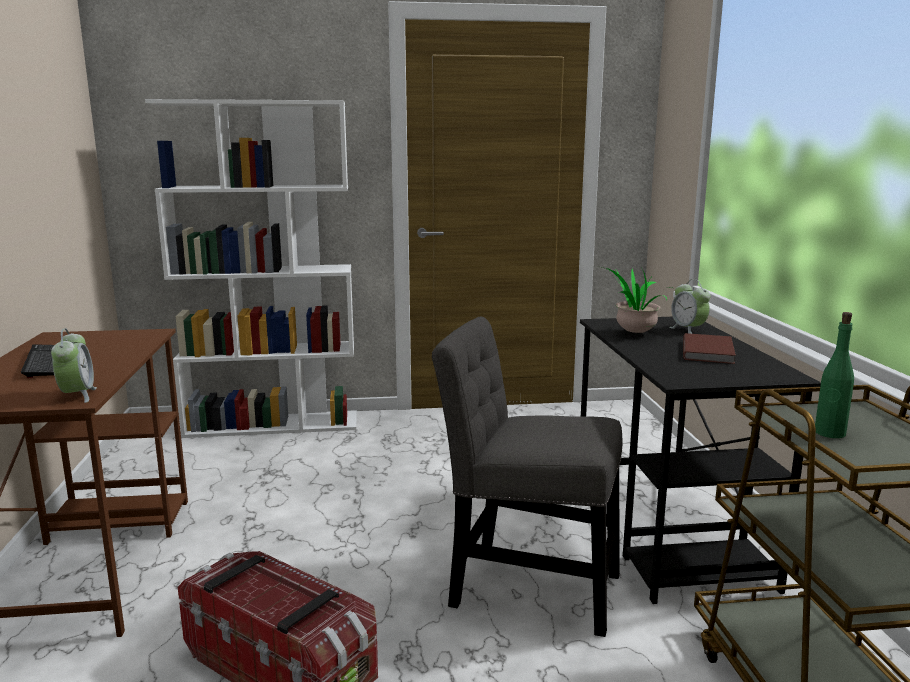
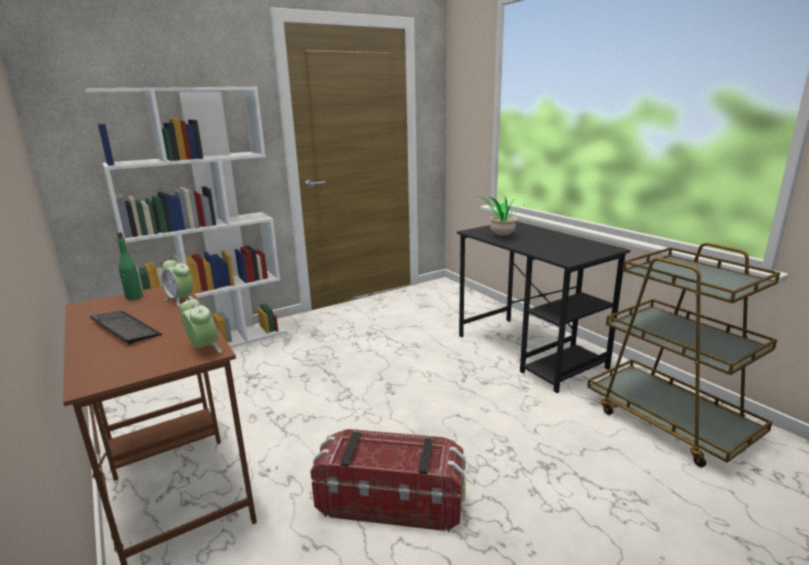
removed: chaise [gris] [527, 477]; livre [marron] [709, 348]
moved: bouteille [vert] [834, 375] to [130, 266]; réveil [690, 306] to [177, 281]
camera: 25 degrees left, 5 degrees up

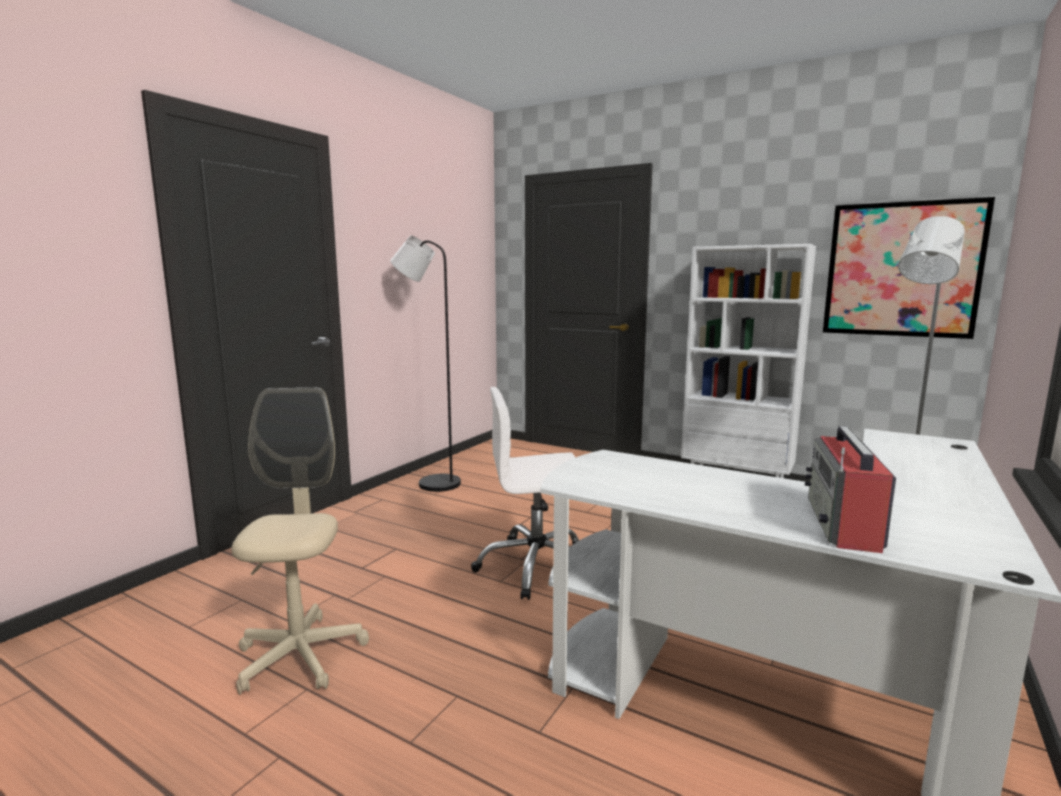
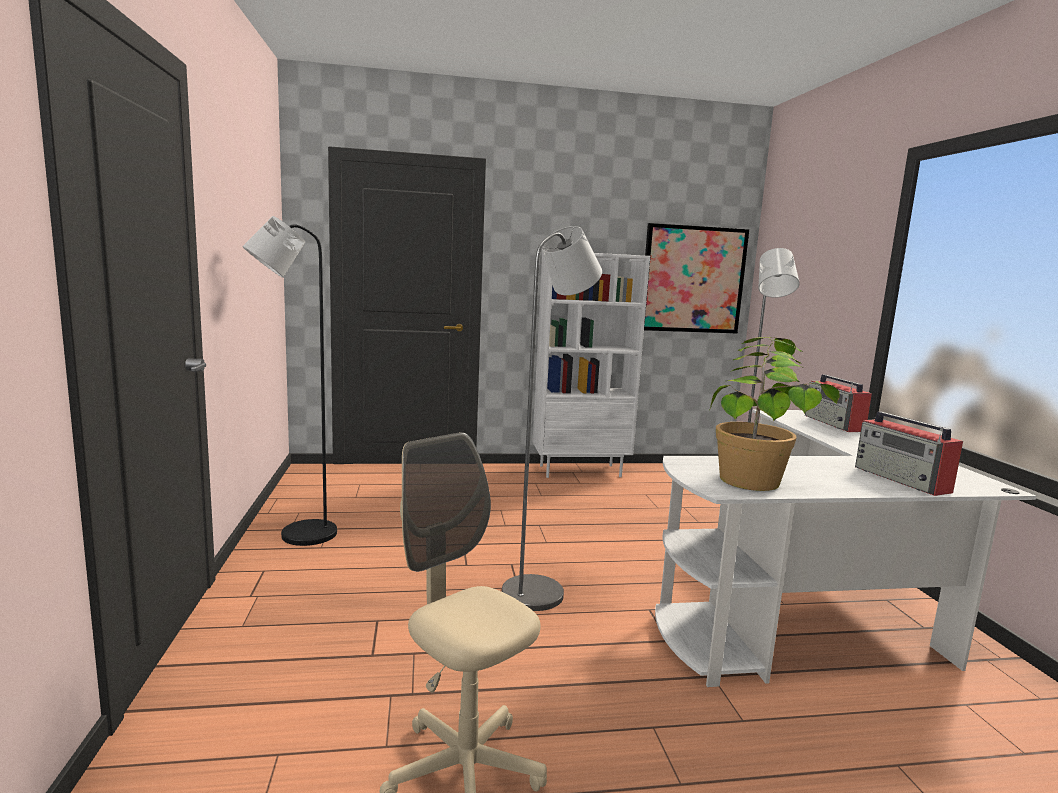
added: plante en pot [774, 414]; radio [838, 403]
replaced: chaise de bureau [blanc] [525, 493] to lampadaire [gris] [552, 418]
camera: 40 degrees left, 0 degrees up

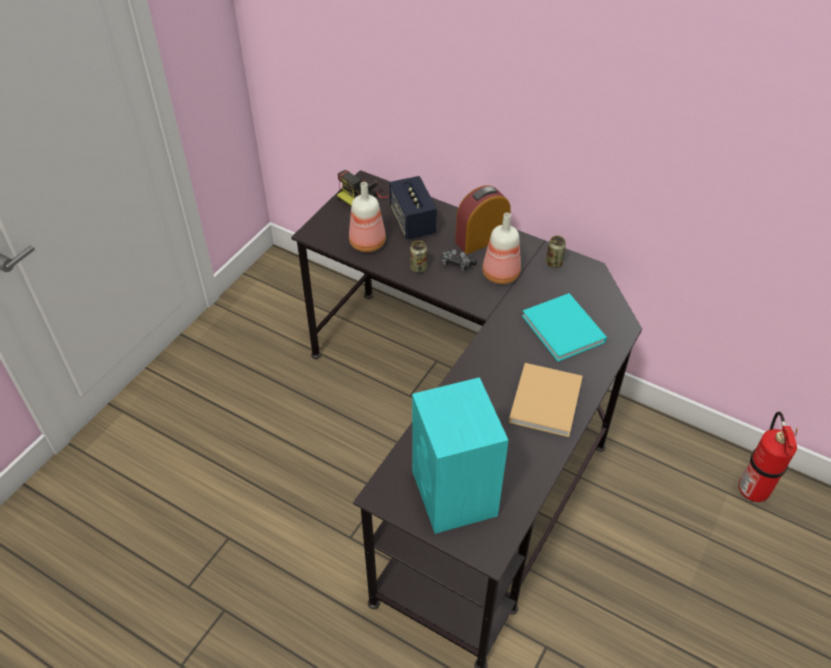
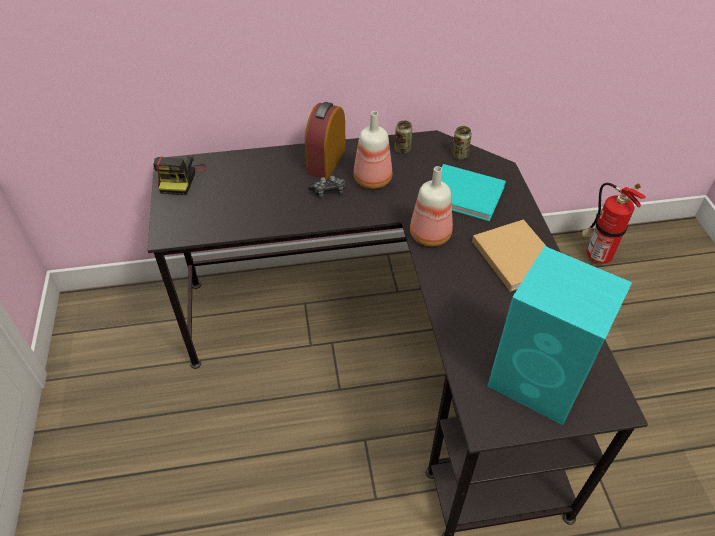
removed: enceinte [413, 207]
moved: bouteille [367, 217] to [431, 206]; boîte métallique [418, 256] to [462, 142]
camera: 40 degrees left, 0 degrees up

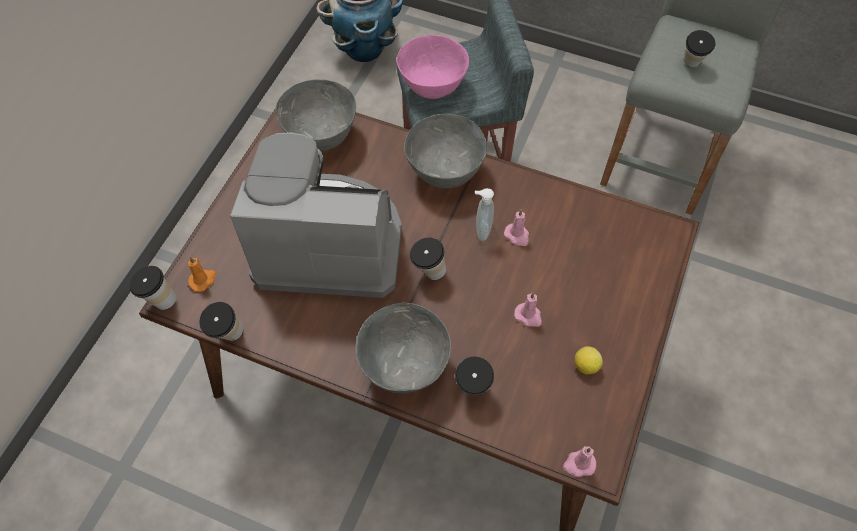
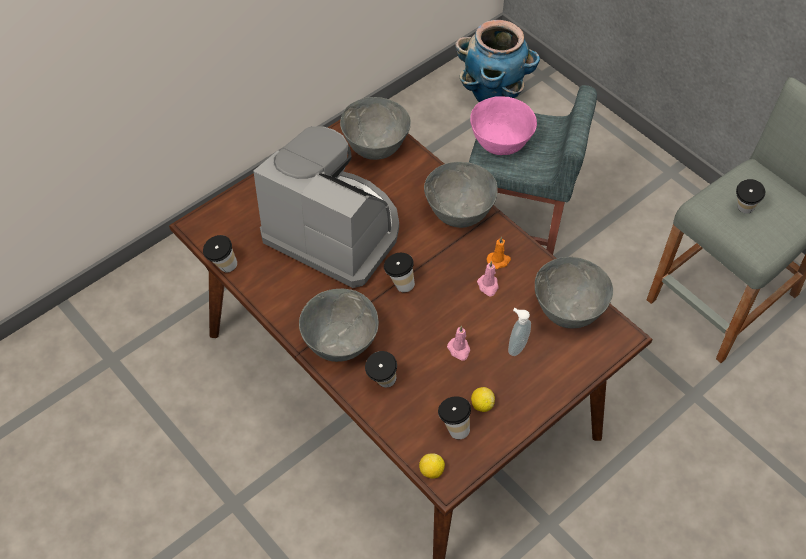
added: bol [gris] [574, 292]
moved: tasse [153, 288] to [454, 417]; bougie [orange] [202, 274] to [498, 252]; distributeur de savon [484, 214] to [519, 332]
replaced: bougie [rose] [579, 461] to citron [432, 466]
camera: 25 degrees right, 5 degrees down

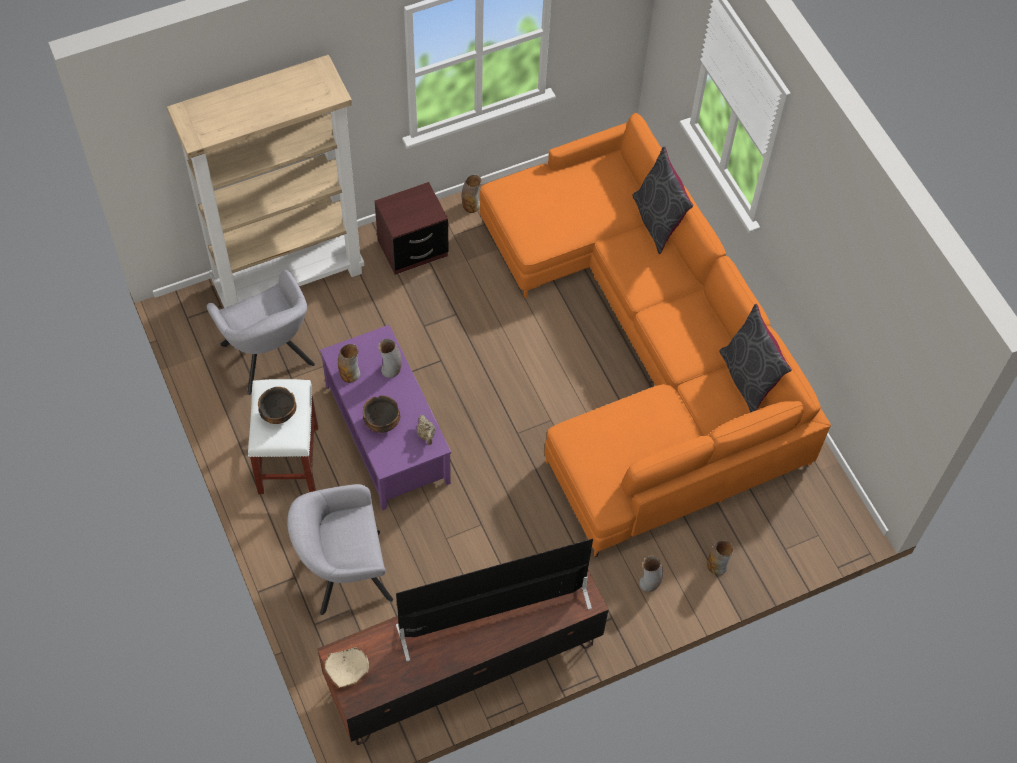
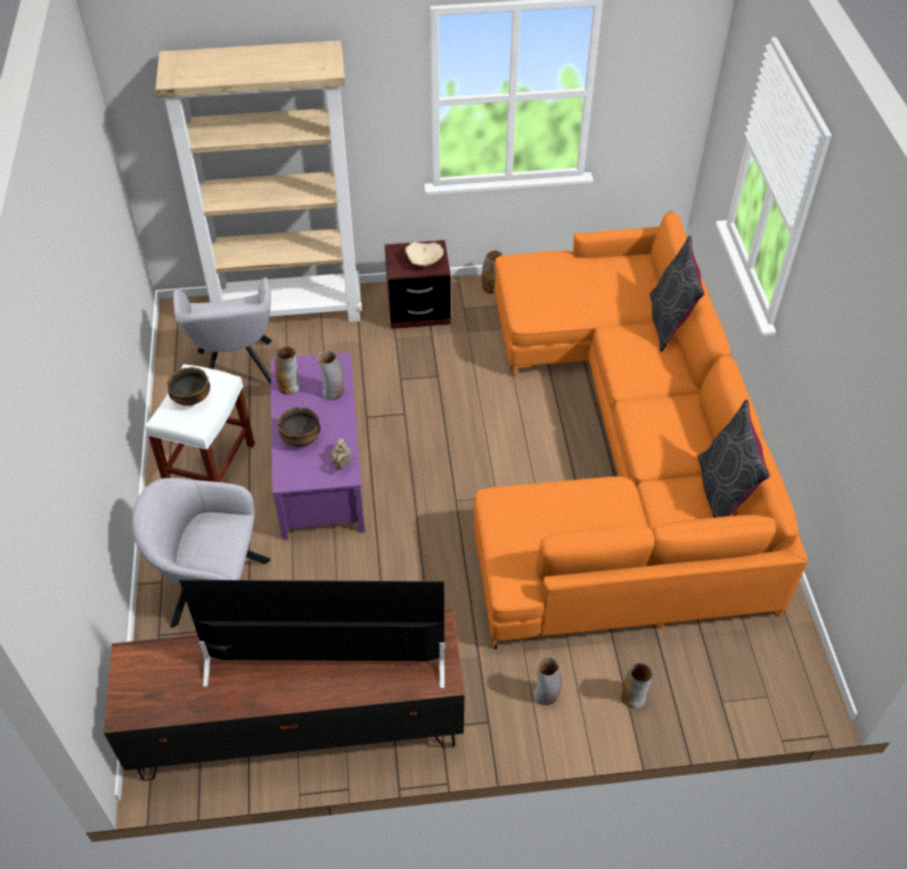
moved: bol [beige] [346, 667] to [424, 254]
camera: 20 degrees right, 10 degrees down

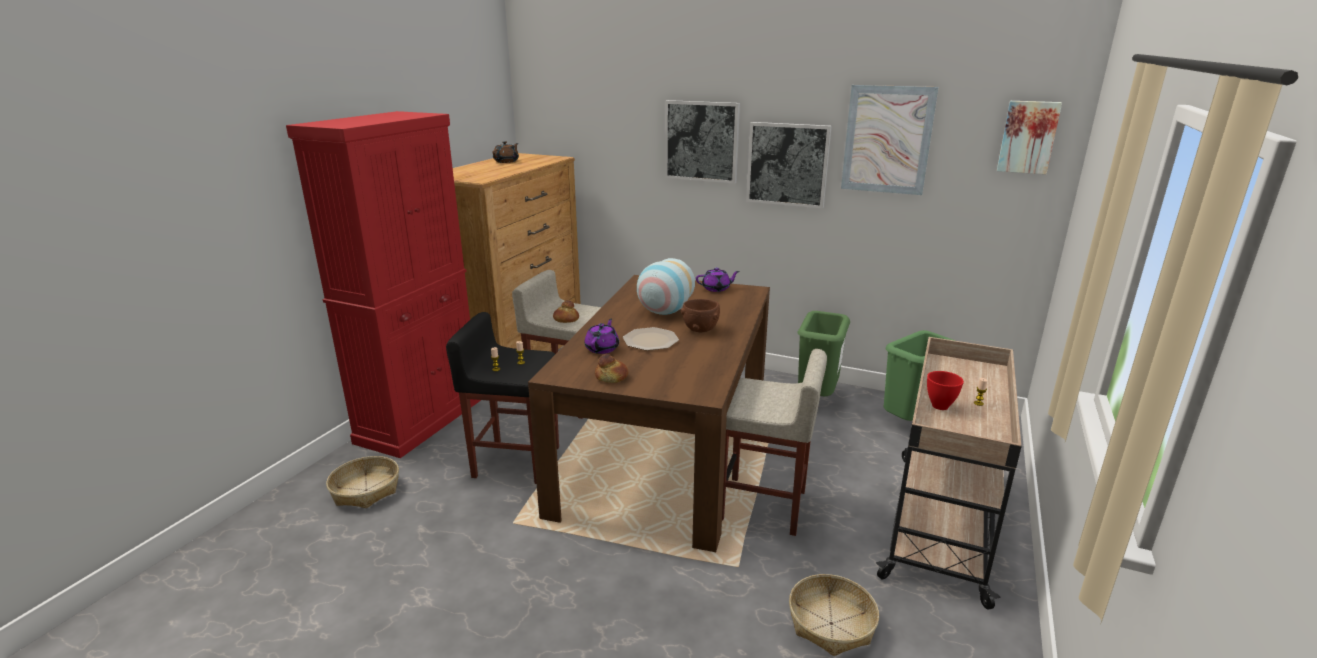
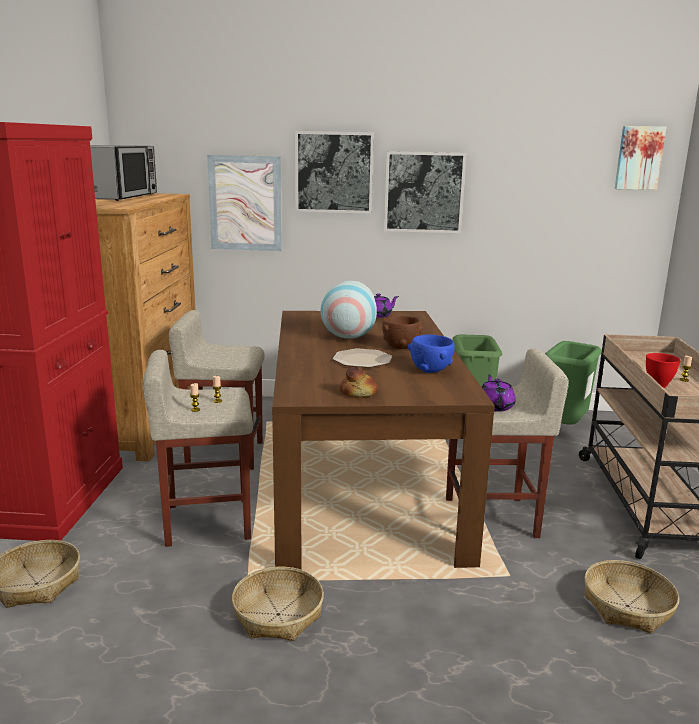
removed: pain [566, 311]
added: panier [278, 604]; bol [bleu] [431, 354]
moved: tableau [890, 140] to [244, 203]; théière [violet] [601, 336] to [499, 393]
replaced: théière [marron] [506, 152] to micro-ondes [123, 173]
recoloured: tabouret [noir] [502, 398] to tabouret [beige] [198, 448]
camera: 20 degrees left, 5 degrees down

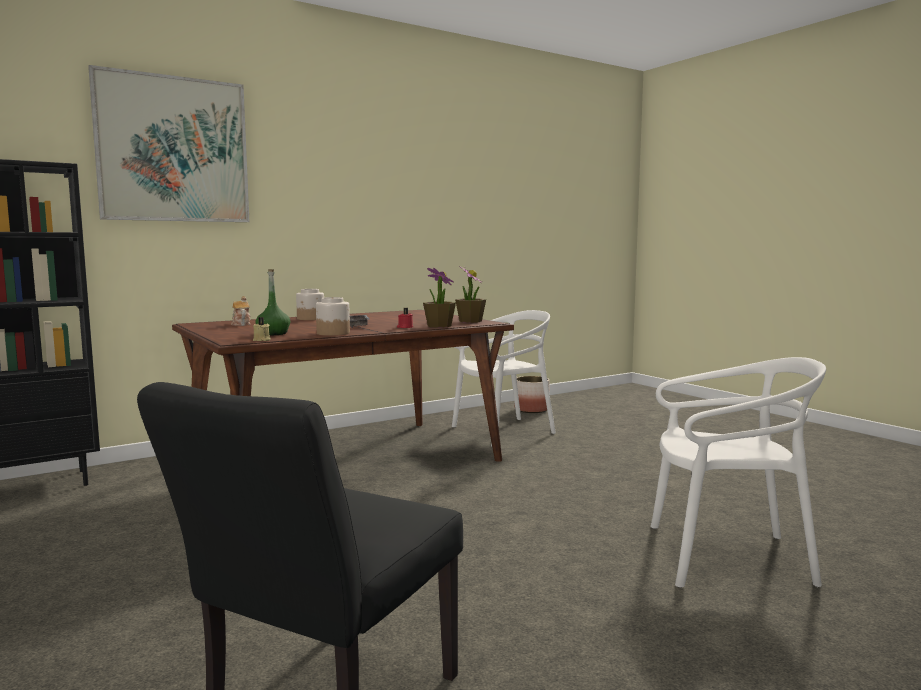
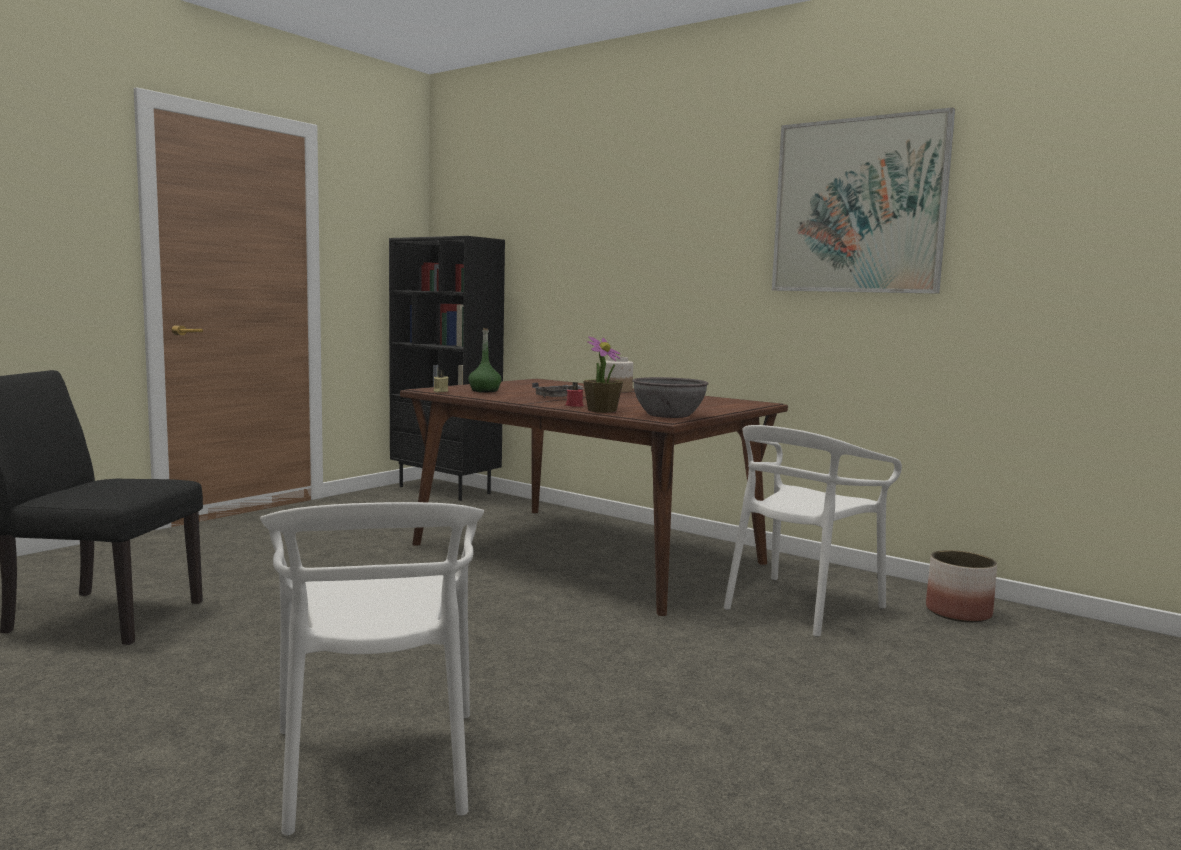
removed: théière [240, 311]; bocal [333, 316]
moved: tableau [169, 143] to [863, 200]
replaced: plante en pot [470, 294] to bol [gris] [670, 397]
turned: chaise [blanc] [504, 378] = [813, 531] 90 degrees clockwise
camera: 70 degrees right, 0 degrees up

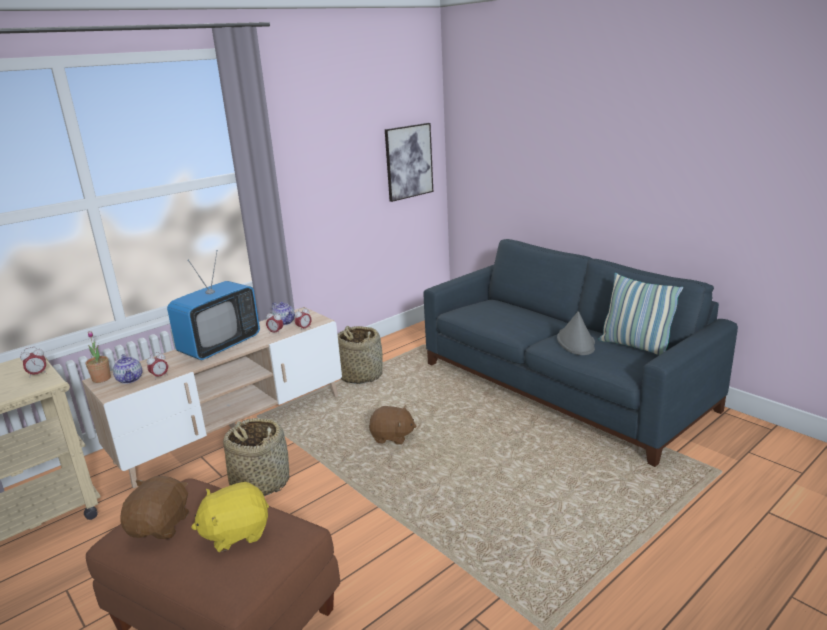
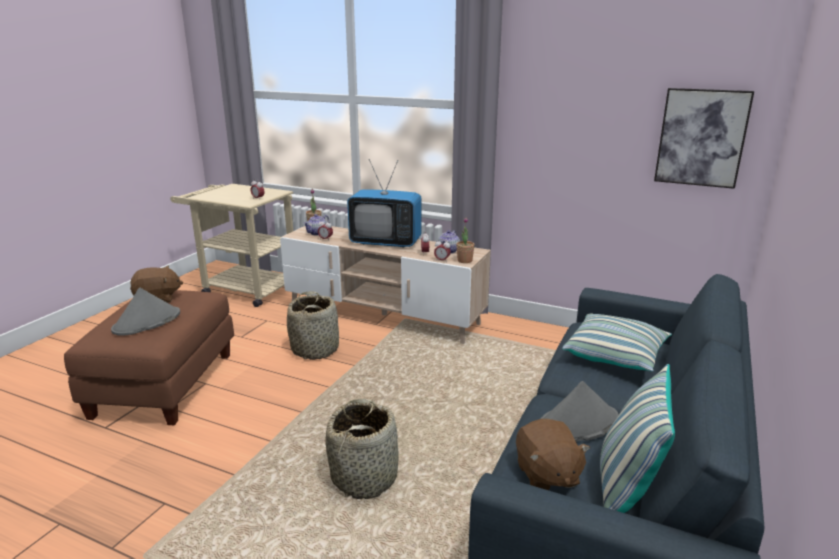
added: plante en pot [465, 240]; coussin [617, 343]
moved: panier [360, 355] to [362, 449]; peluche [marron] [392, 425] to [553, 454]
replaced: peluche [jaune] [230, 517] to chapeau [gris] [145, 312]
camera: 65 degrees right, 0 degrees up

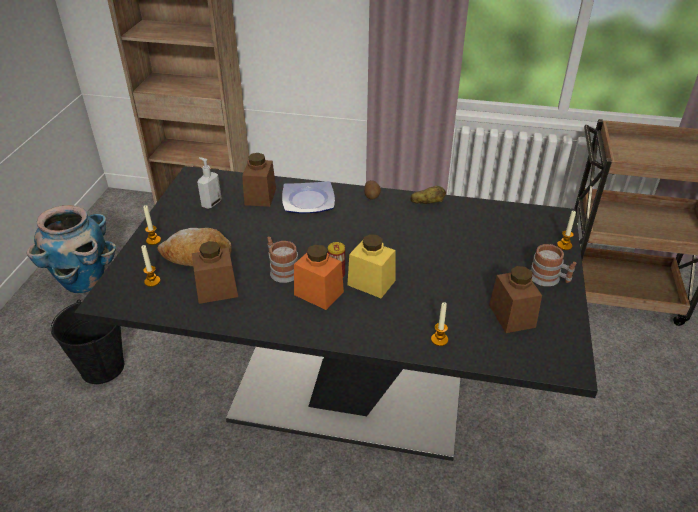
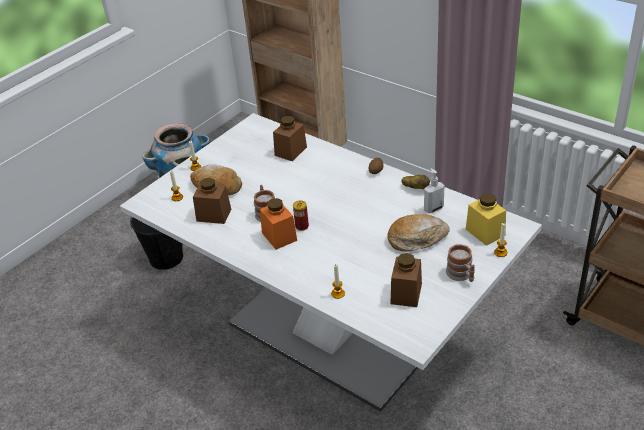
removed: assiette [308, 197]
added: pain [418, 232]
moved: distributeur de savon [209, 183] to [434, 191]; bocal [jaune] [371, 266] to [486, 219]
recoloured: table à manger [noir] [336, 313] to table à manger [blanc] [331, 262]
camera: 30 degrees right, 0 degrees up

